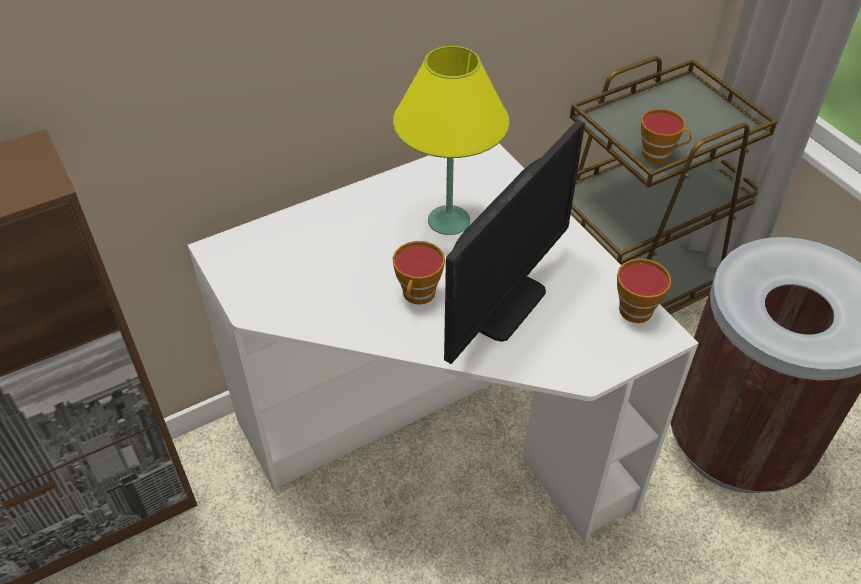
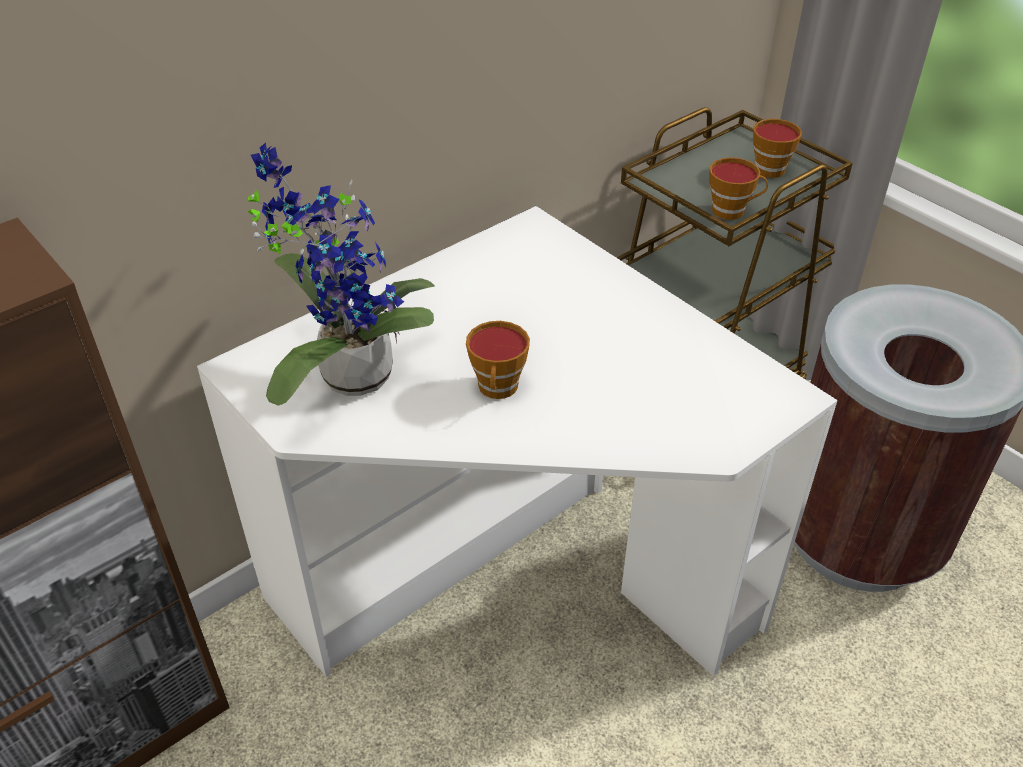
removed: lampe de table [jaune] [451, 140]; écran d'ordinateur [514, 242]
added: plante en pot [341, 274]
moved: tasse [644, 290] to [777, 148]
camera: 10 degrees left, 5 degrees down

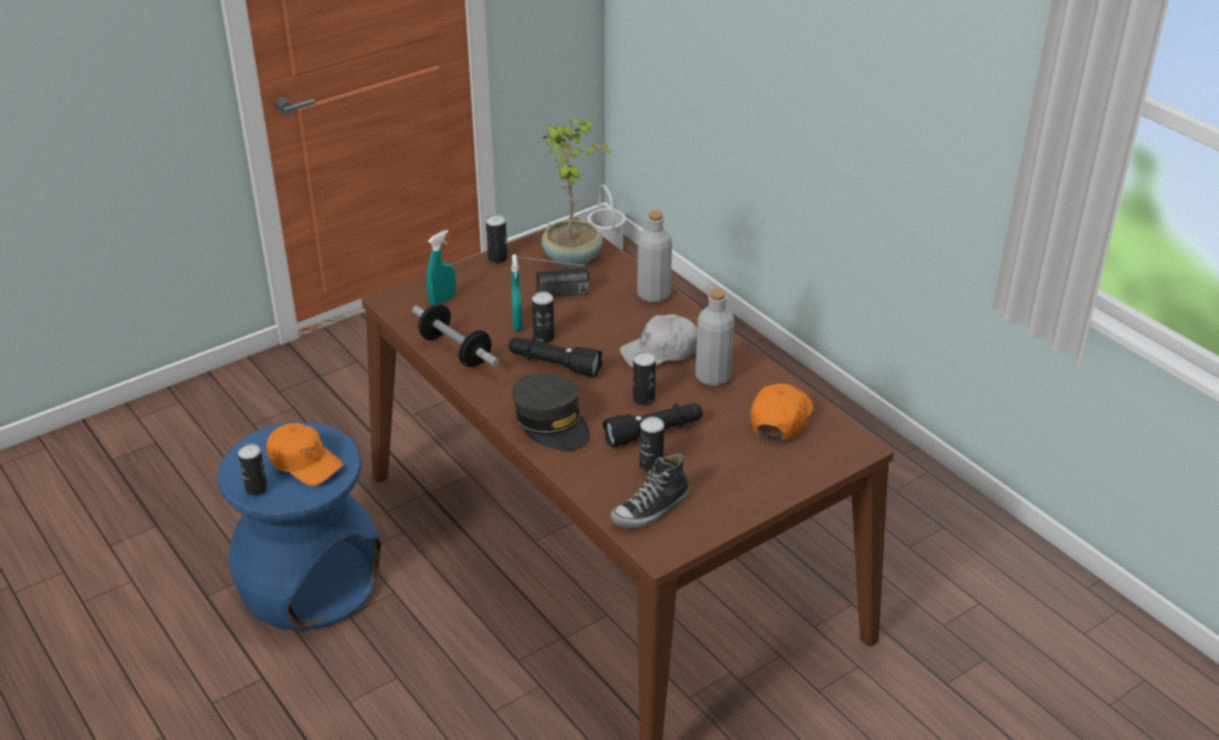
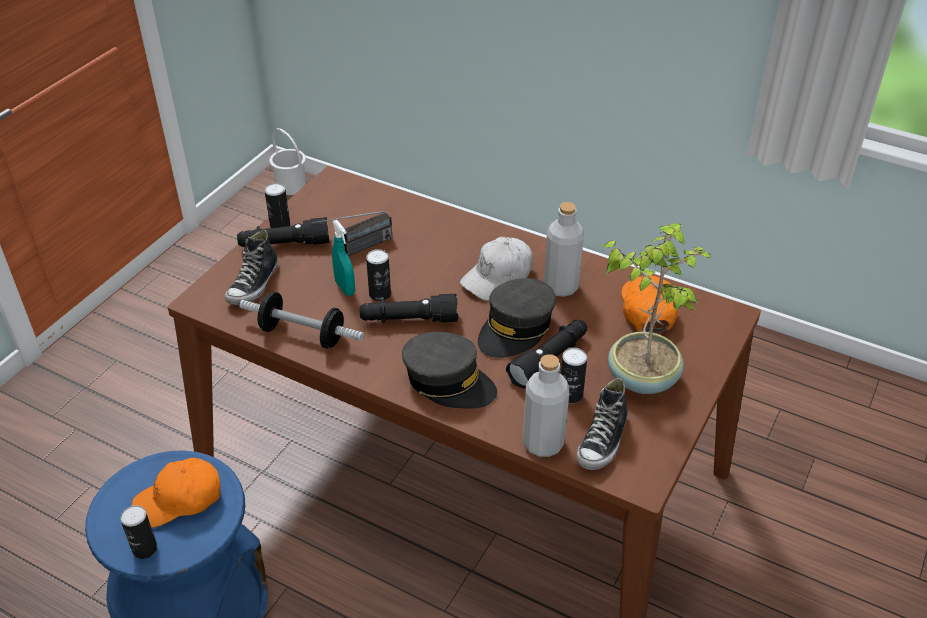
added: lampe de poche [noir] [283, 232]
moved: bouteille [gris] [654, 256] to [546, 405]; plante en pot [576, 193] to [657, 308]
replaced: vaporisateur [turquoise] [441, 267] to chaussure [251, 267]; boîte métallique [644, 378] to casquette [gris] [517, 318]
turned: casquette [orange] [304, 454] = [176, 493] 150 degrees clockwise
camera: 25 degrees left, 5 degrees up

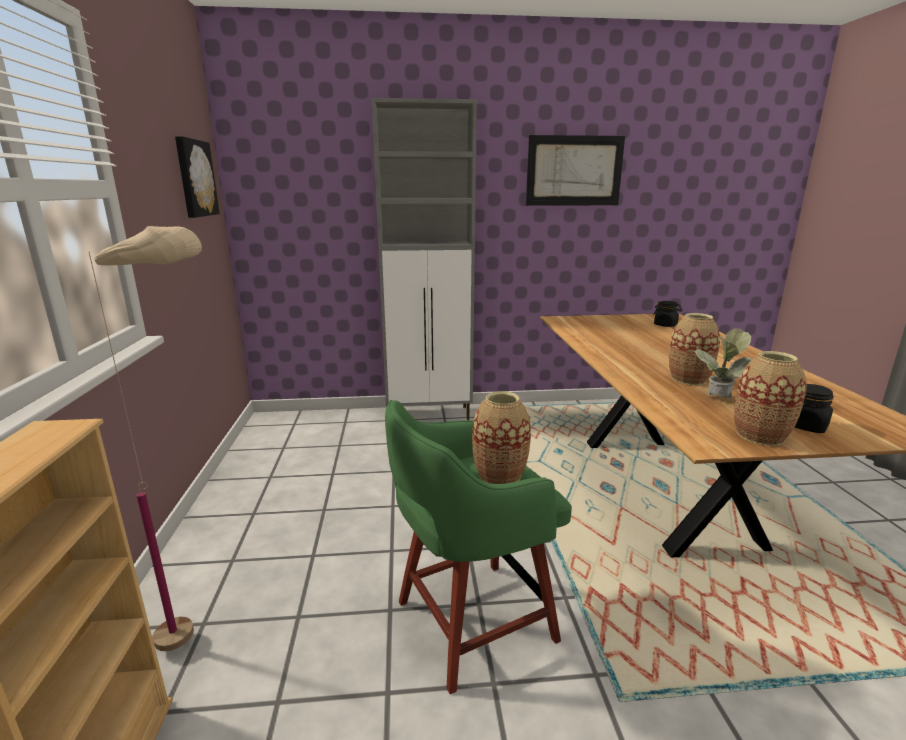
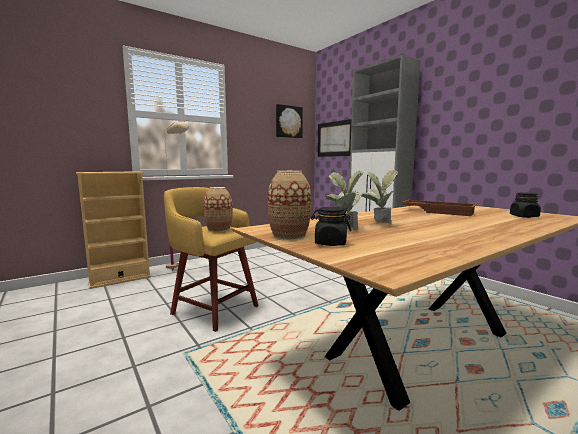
added: plateau [marron] [439, 208]
moved: tableau [575, 170] to [334, 138]
replaced: vase [694, 349] to plante en pot [379, 197]
recoloured: tabouret [vert] [478, 547] to tabouret [jaune] [211, 259]
camera: 60 degrees right, 10 degrees down

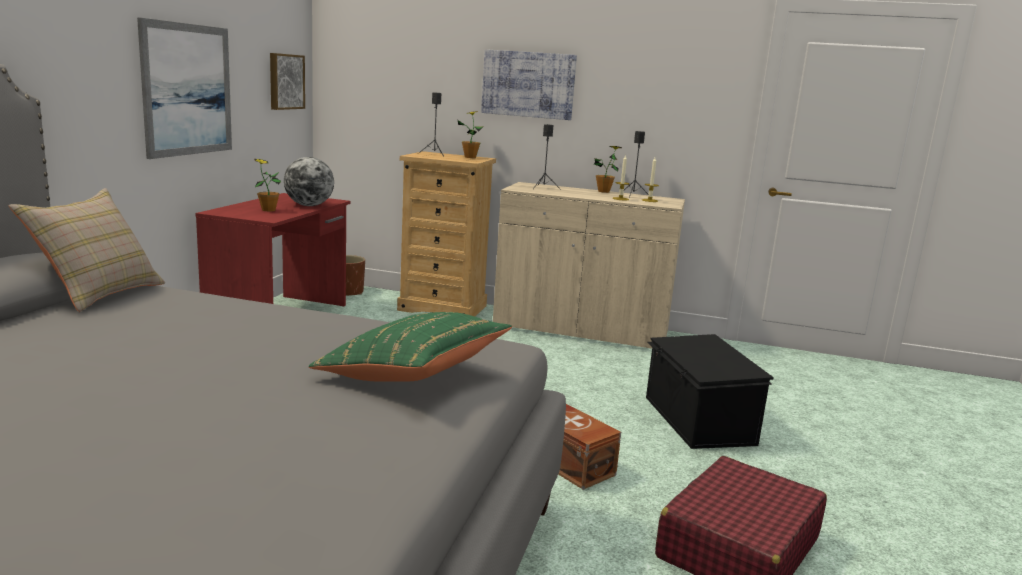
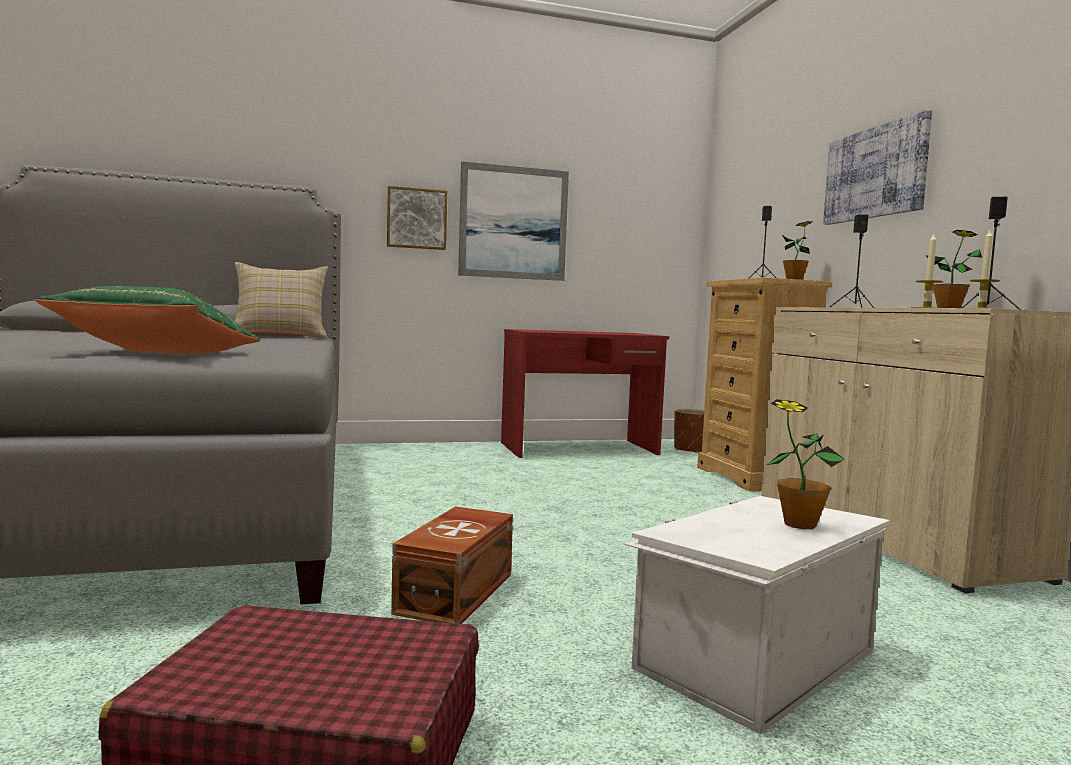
removed: globe [309, 181]
moved: tableau [287, 81] to [417, 218]; plante en pot [267, 185] to [806, 464]
recoloured: boîte de rangement [noir] [710, 391] to boîte de rangement [blanc] [757, 615]
camera: 60 degrees right, 10 degrees down

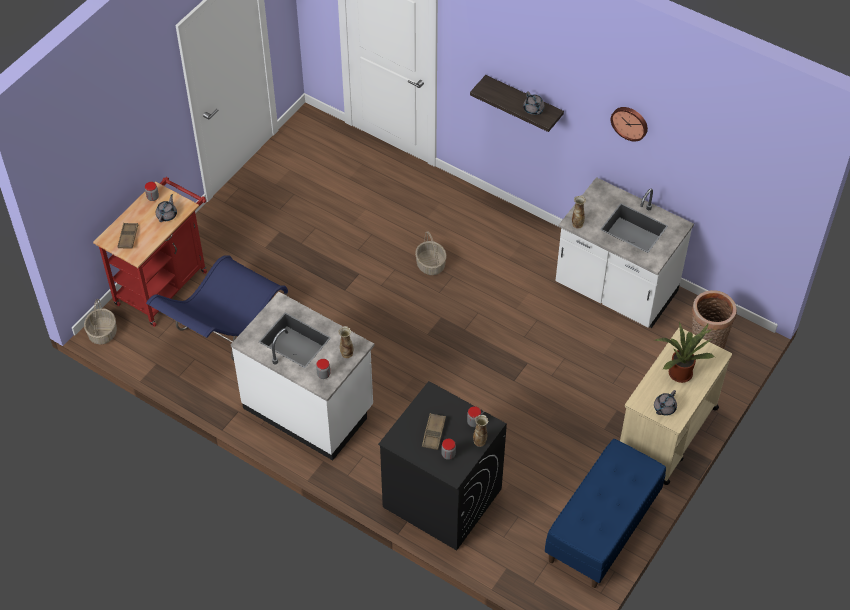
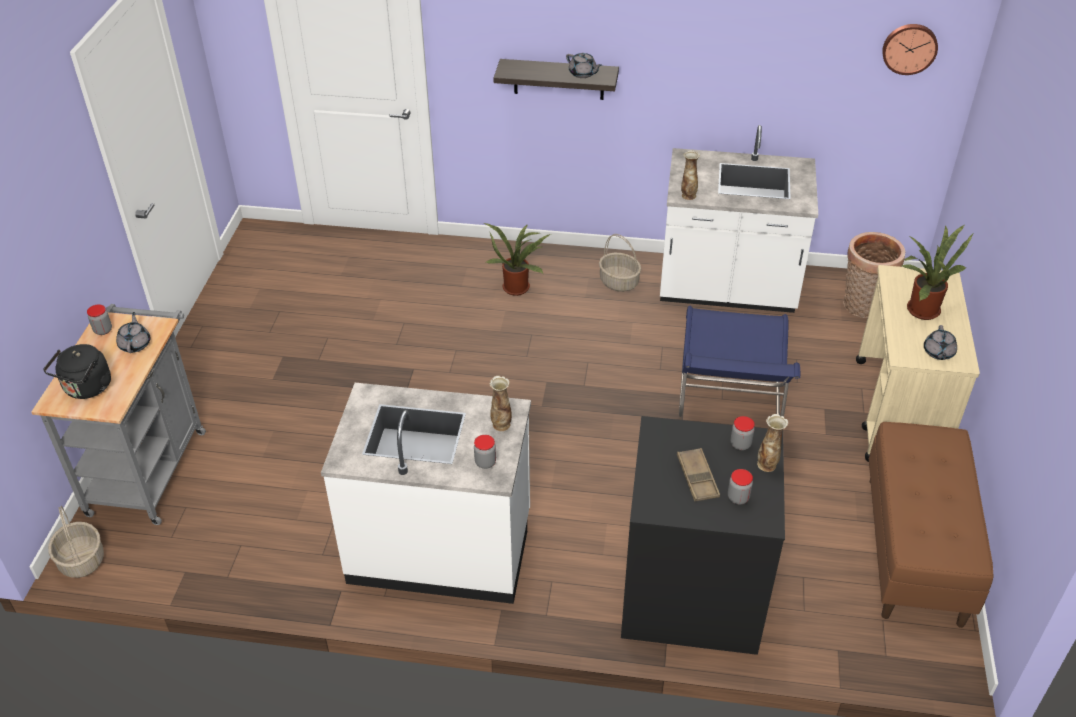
added: plante en pot [517, 259]
moved: panier [431, 253] to [620, 263]; chaise [bleu] [217, 308] to [739, 361]; horloge murale [629, 124] to [910, 49]
replaced: plateau [marron] [127, 236] to bouilloire [noir] [77, 371]
recoloured: chariot [rouge] [150, 252] to chariot [gris] [118, 414]; banc [bleu] [605, 513] to banc [marron] [931, 525]
camera: 25 degrees left, 10 degrees down

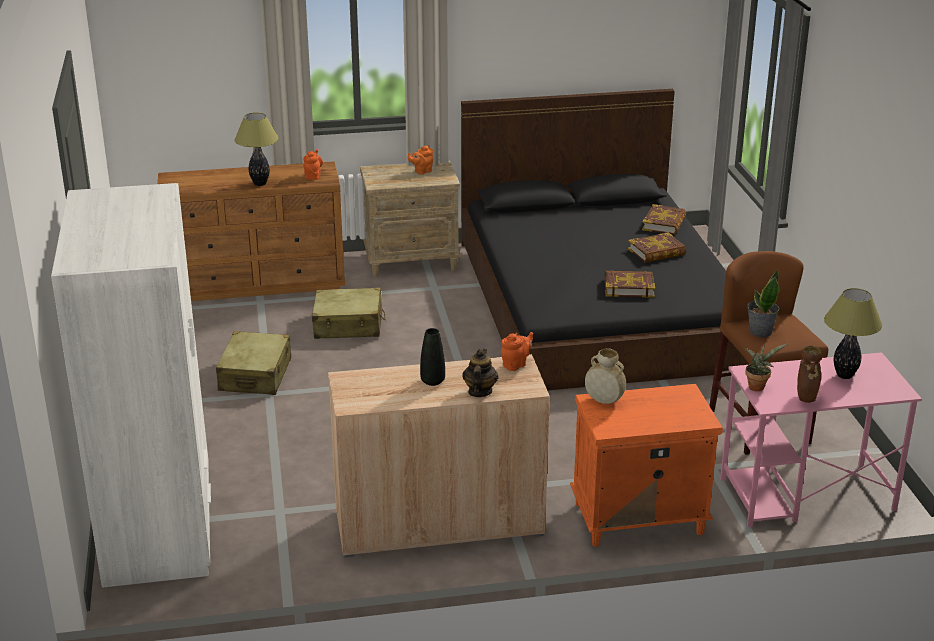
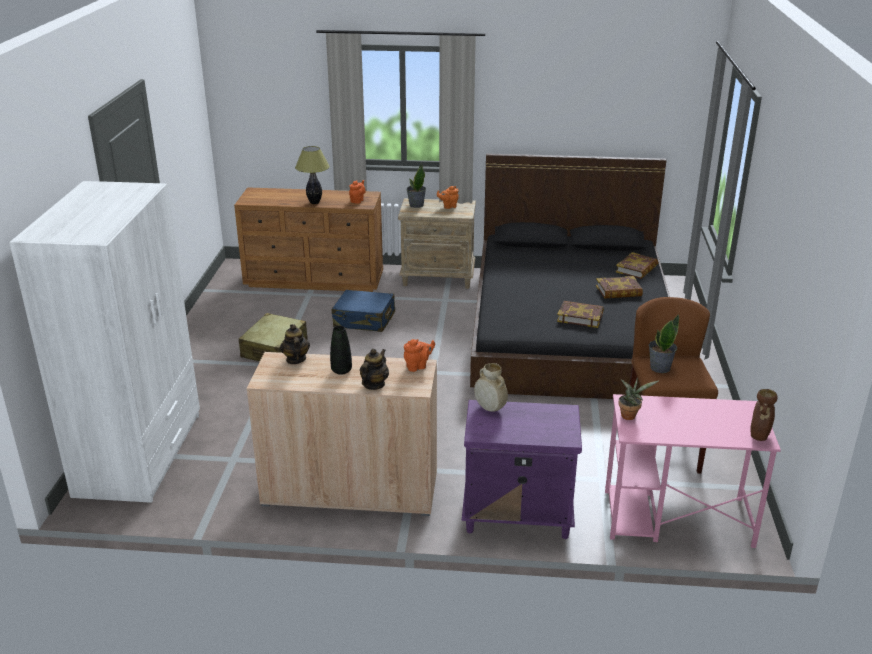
removed: lampe de table [853, 333]
added: théière [295, 344]; plante en pot [416, 185]
moved: vase [marron] [810, 374] to [763, 415]
recoloured: valise [beige] [349, 313] to valise [bleu] [363, 311]; table de chevet [orange] [646, 465] to table de chevet [violet] [522, 469]
camera: 15 degrees right, 0 degrees up

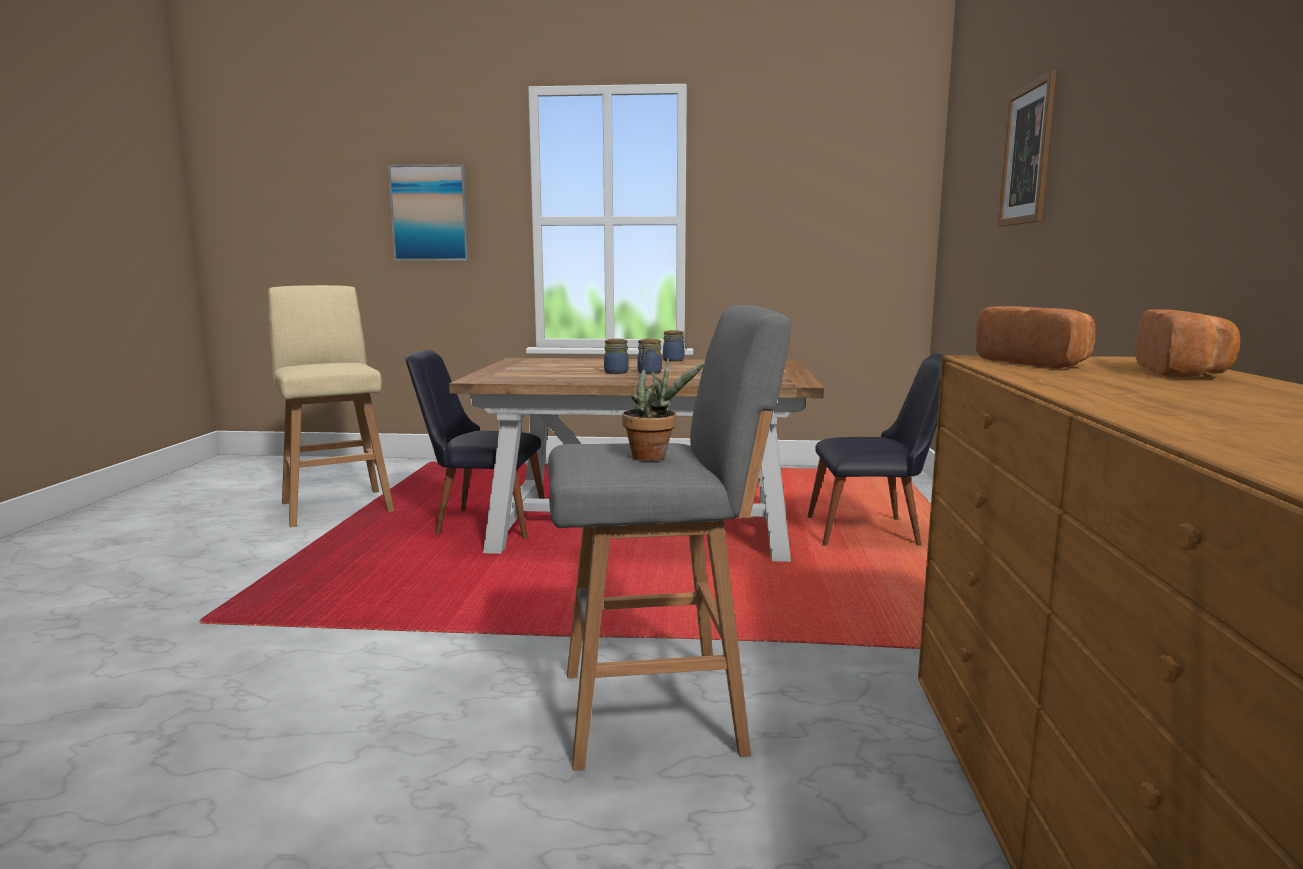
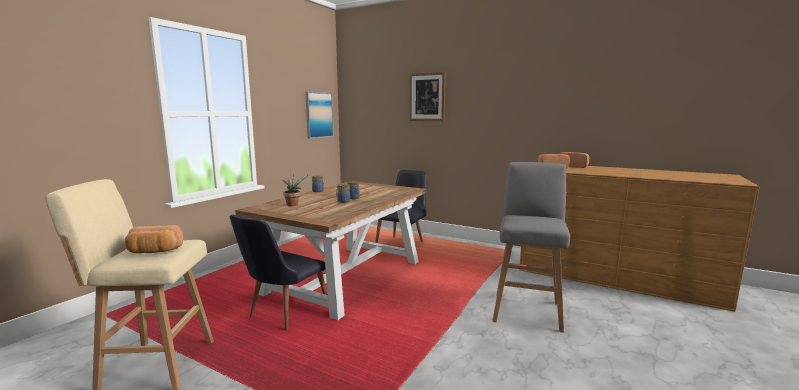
added: pain [154, 239]
moved: plante en pot [663, 409] to [296, 190]; tableau [428, 212] to [319, 115]
camera: 65 degrees left, 0 degrees up

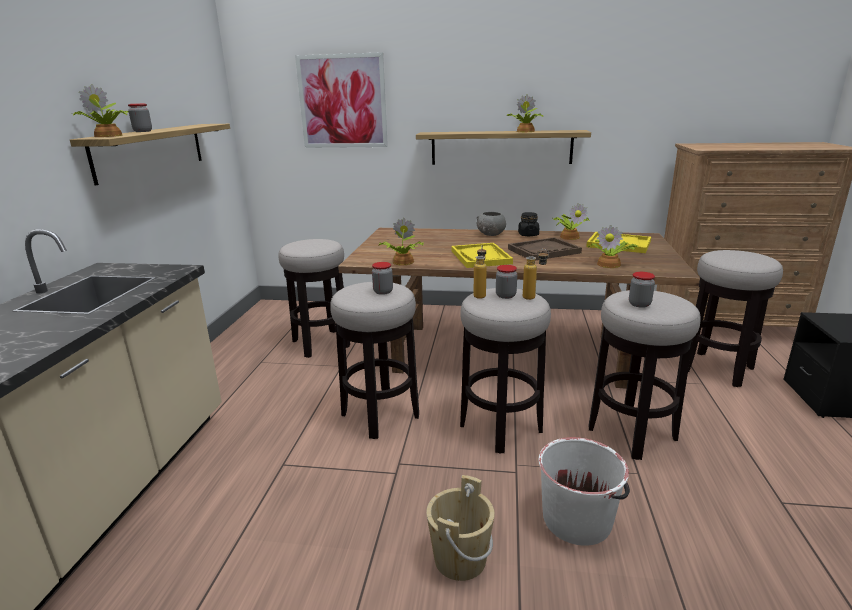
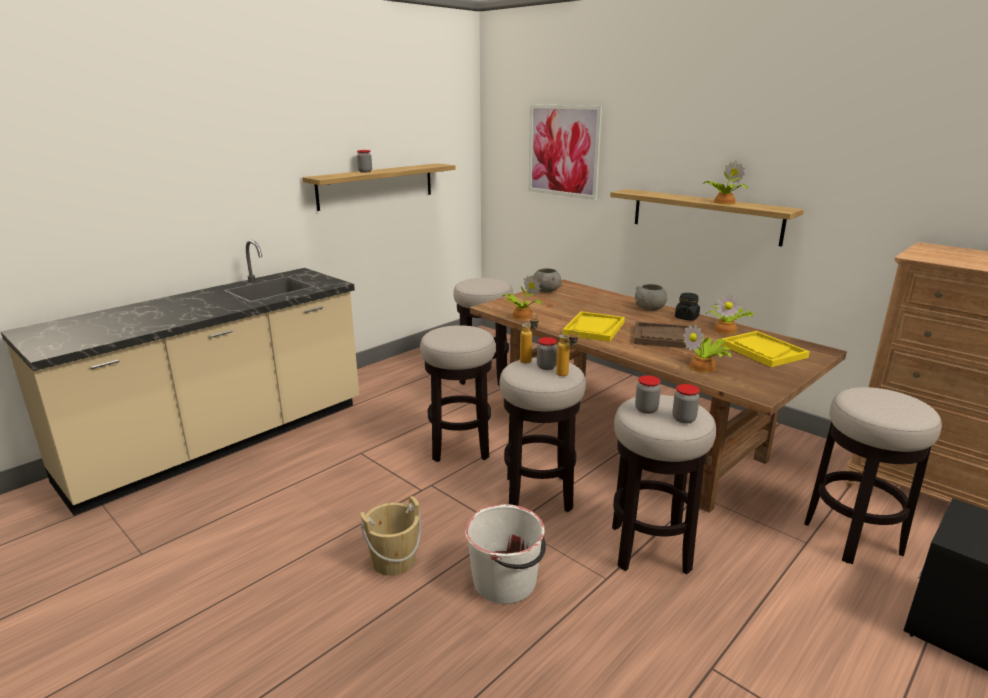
removed: plante en pot [100, 110]
added: bol [gris] [547, 280]
moved: bocal [382, 278] to [686, 404]
camera: 35 degrees right, 0 degrees up

